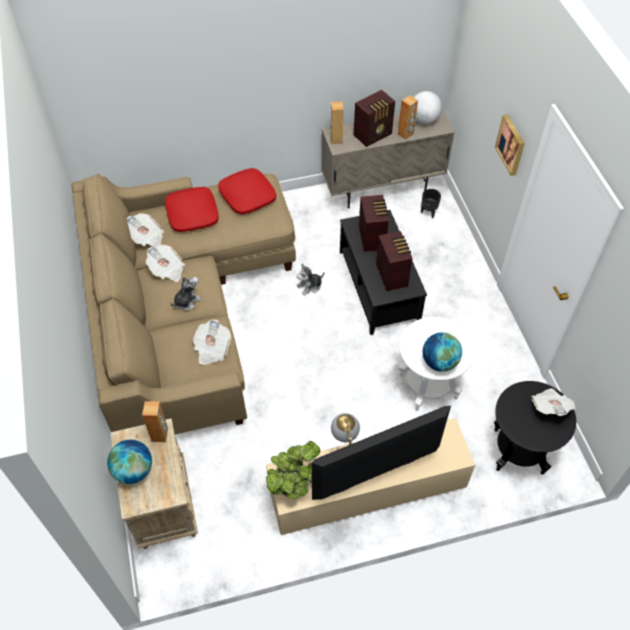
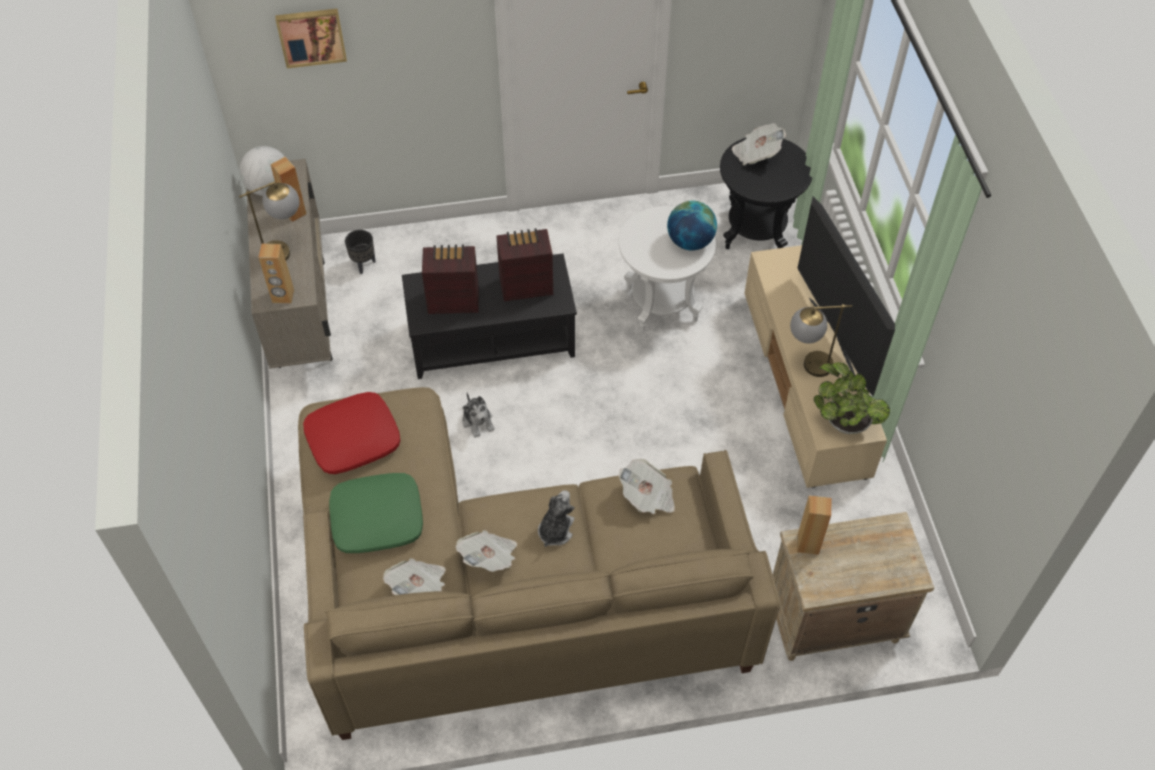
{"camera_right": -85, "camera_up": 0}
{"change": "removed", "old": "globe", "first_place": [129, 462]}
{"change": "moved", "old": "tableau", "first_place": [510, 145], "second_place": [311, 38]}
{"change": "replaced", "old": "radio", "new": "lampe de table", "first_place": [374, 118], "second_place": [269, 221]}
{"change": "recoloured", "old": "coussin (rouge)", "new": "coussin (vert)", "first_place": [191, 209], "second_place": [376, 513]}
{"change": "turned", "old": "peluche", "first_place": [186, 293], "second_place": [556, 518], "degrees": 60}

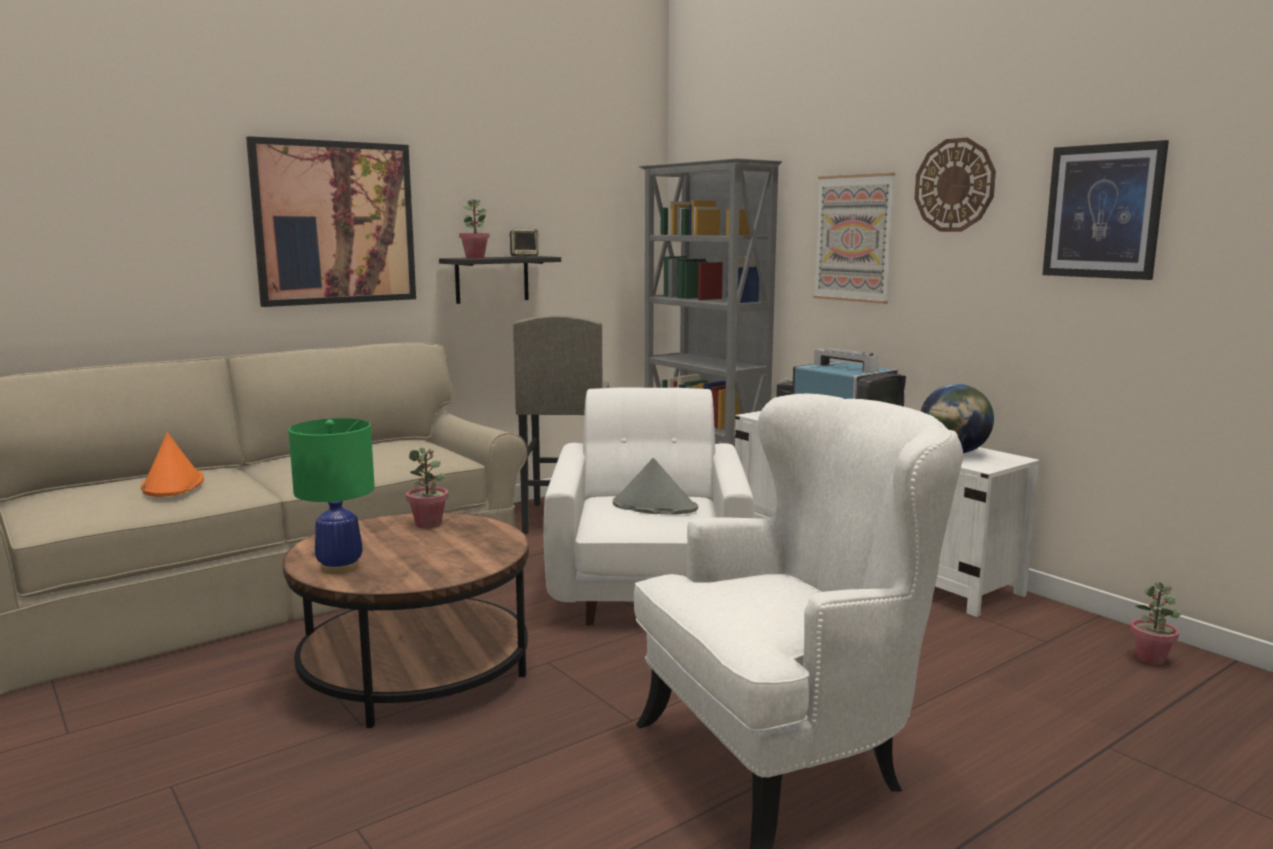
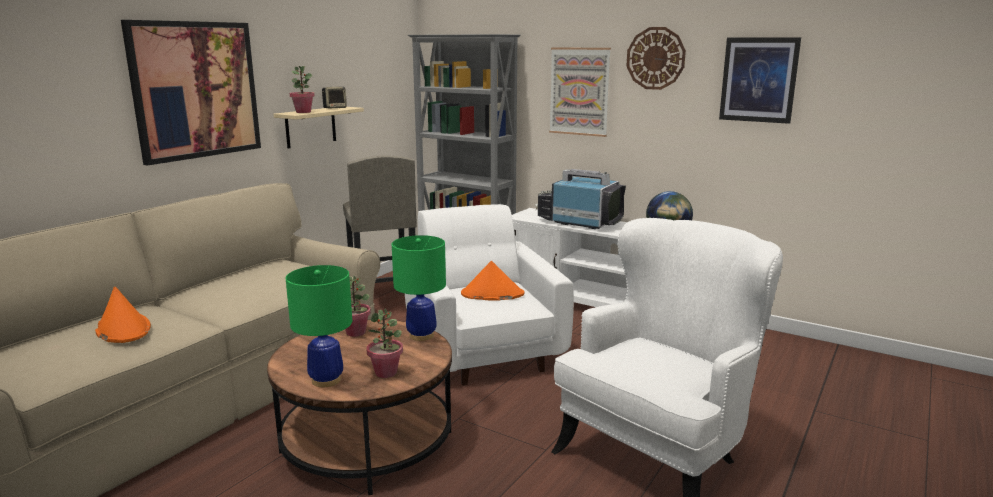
{"camera_right": -20, "camera_up": 5}
{"change": "added", "new": "lampe de table (vert)", "second_place": [419, 288]}
{"change": "moved", "old": "plante en pot", "first_place": [1155, 623], "second_place": [384, 343]}
{"change": "recoloured", "old": "étagère (noir)", "new": "étagère (beige)", "first_place": [500, 280], "second_place": [319, 128]}
{"change": "recoloured", "old": "chapeau (gris)", "new": "chapeau (orange)", "first_place": [655, 486], "second_place": [492, 281]}

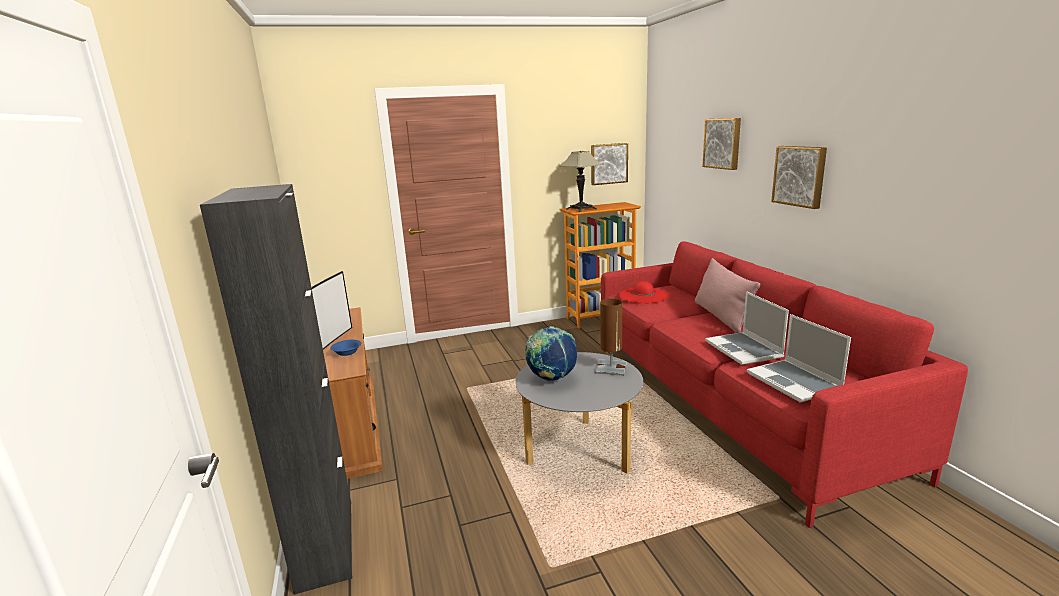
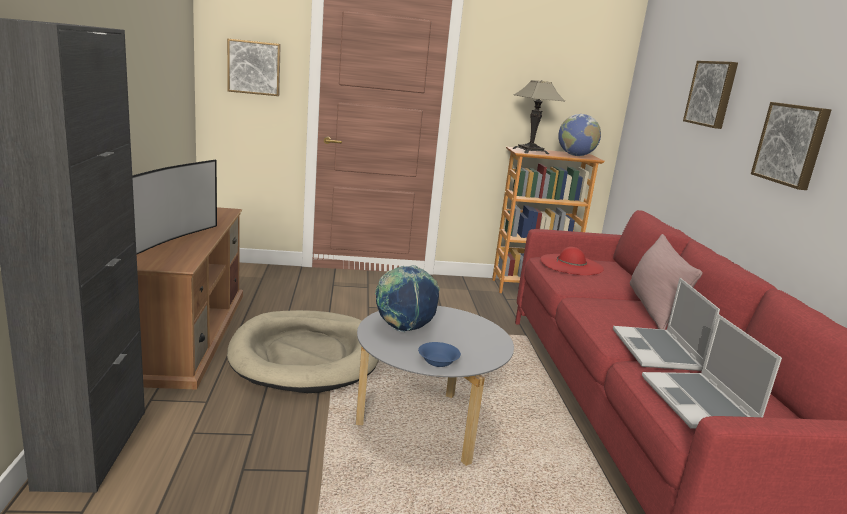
{"camera_right": 10, "camera_up": 0}
{"change": "removed", "old": "lampe de table (marron)", "first_place": [611, 337]}
{"change": "added", "new": "panier pour chien (beige)", "second_place": [303, 351]}
{"change": "added", "new": "globe", "second_place": [579, 135]}
{"change": "moved", "old": "bol (bleu)", "first_place": [346, 348], "second_place": [439, 354]}
{"change": "moved", "old": "tableau", "first_place": [609, 164], "second_place": [254, 67]}

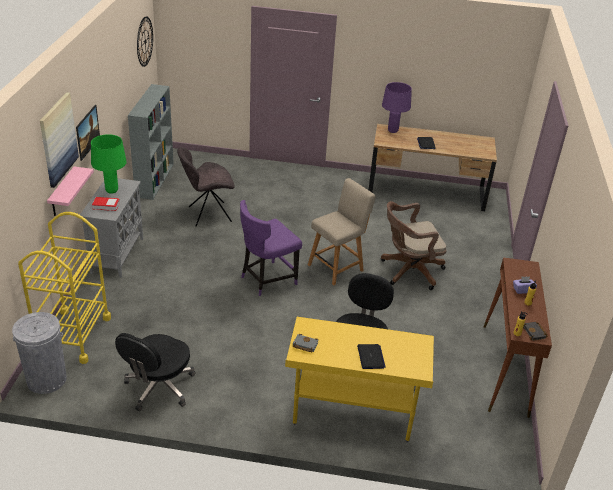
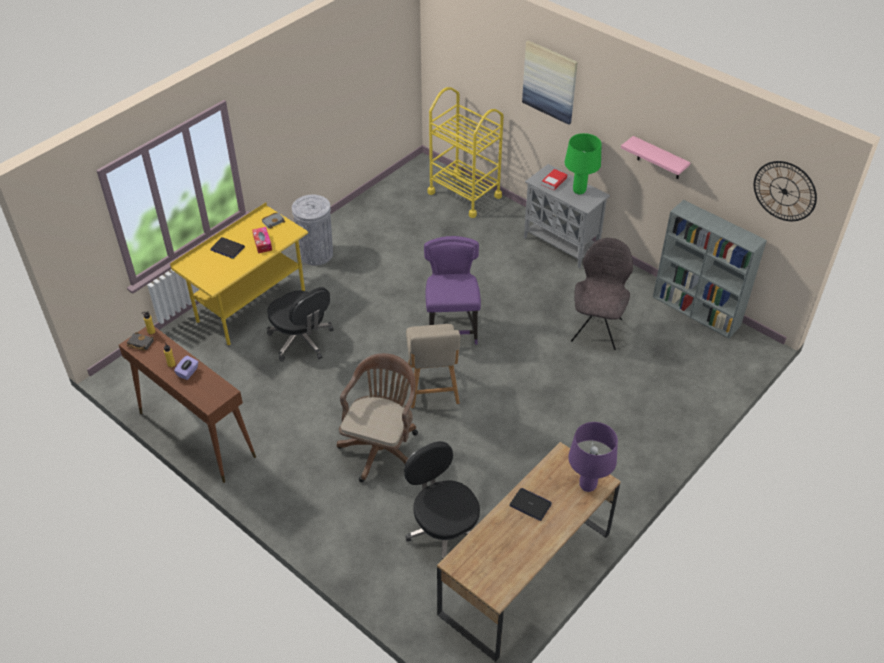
{"camera_right": 125, "camera_up": 10}
{"change": "removed", "old": "tableau", "first_place": [88, 133]}
{"change": "added", "new": "boîte à mouchoirs", "second_place": [262, 240]}
{"change": "moved", "old": "poubelle (gris)", "first_place": [39, 353], "second_place": [312, 230]}
{"change": "moved", "old": "étagère (rose)", "first_place": [70, 191], "second_place": [656, 157]}
{"change": "moved", "old": "chaise de bureau (noir)", "first_place": [155, 372], "second_place": [442, 500]}

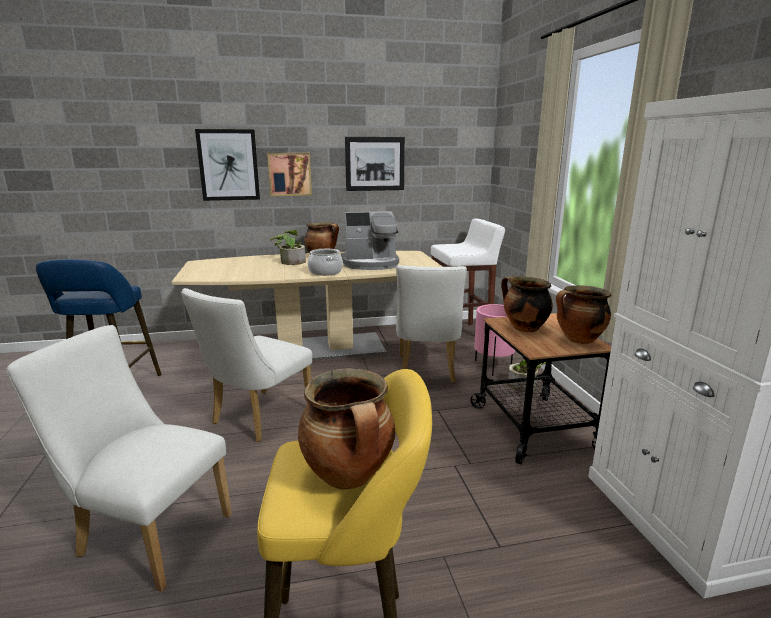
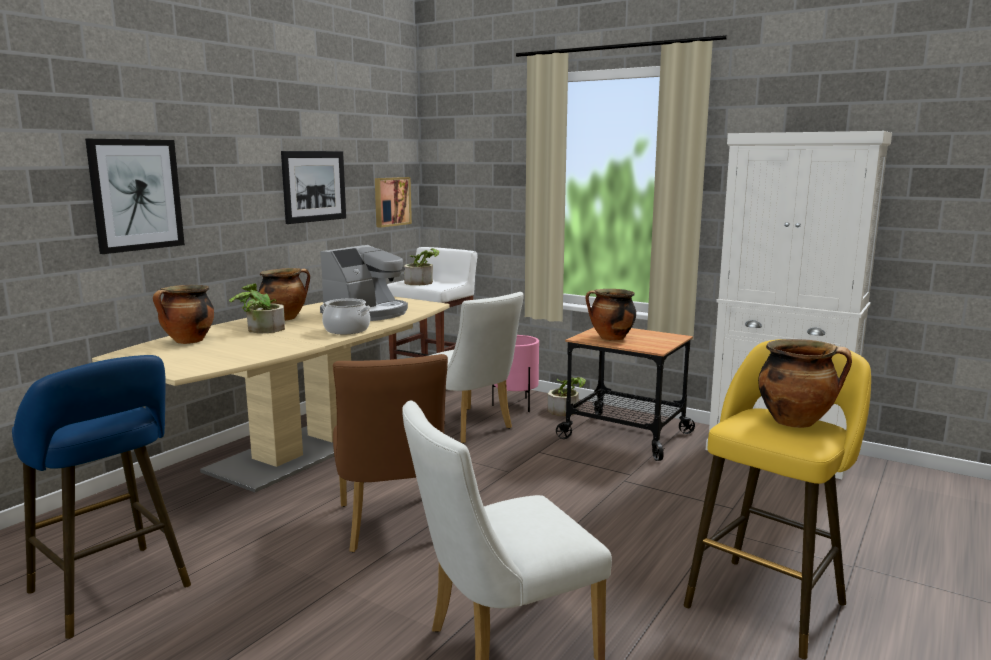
{"camera_right": -45, "camera_up": -5}
{"change": "added", "new": "plante en pot", "second_place": [421, 266]}
{"change": "moved", "old": "tableau", "first_place": [289, 174], "second_place": [393, 202]}
{"change": "moved", "old": "marmite", "first_place": [583, 314], "second_place": [183, 314]}
{"change": "recoloured", "old": "chaise (blanc)", "new": "chaise (marron)", "first_place": [246, 365], "second_place": [390, 453]}

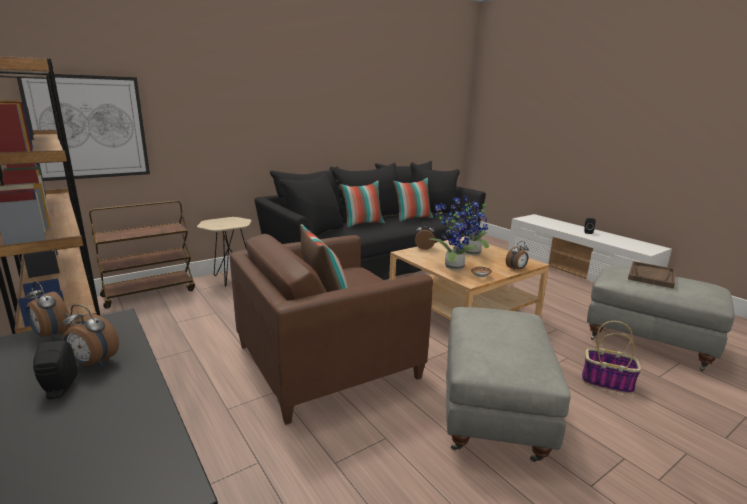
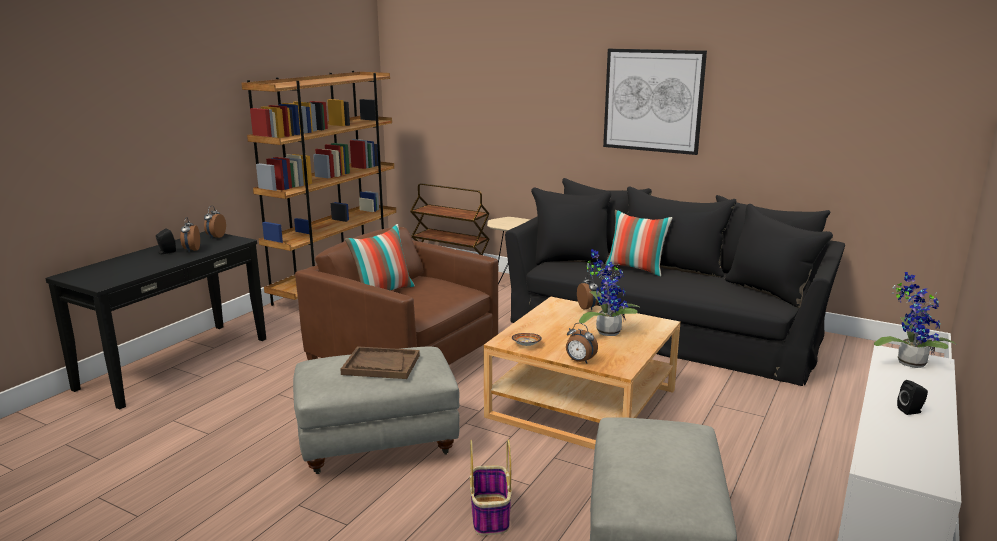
{"camera_right": 65, "camera_up": 0}
{"change": "removed", "old": "coussin", "first_place": [413, 200]}
{"change": "moved", "old": "tableau", "first_place": [83, 127], "second_place": [655, 102]}
{"change": "moved", "old": "plante en pot", "first_place": [453, 236], "second_place": [915, 320]}
{"change": "moved", "old": "plateau (marron)", "first_place": [651, 275], "second_place": [380, 362]}

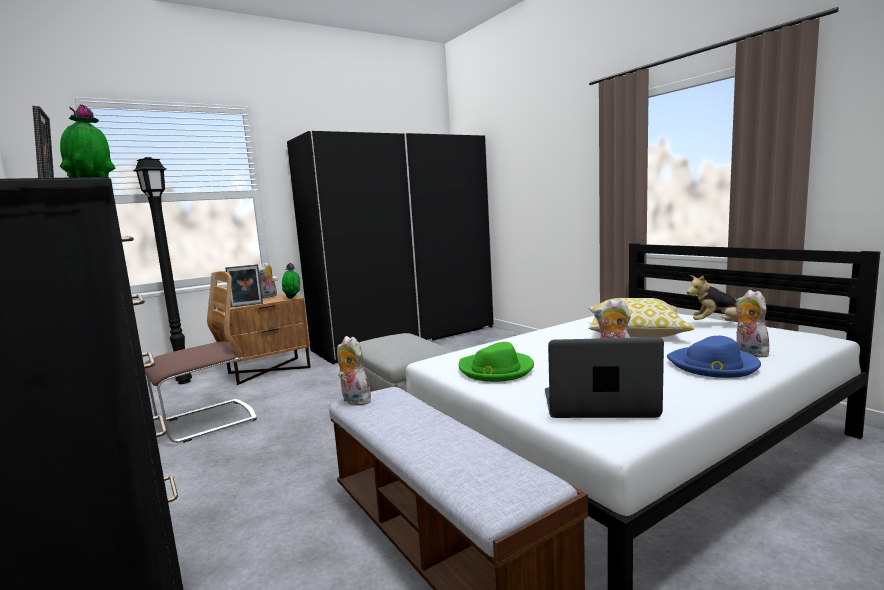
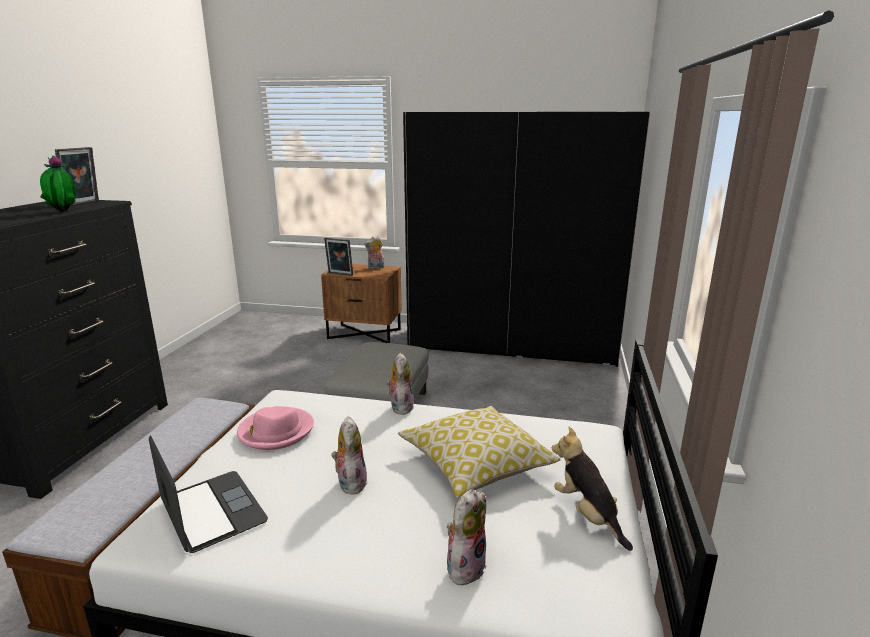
{"camera_right": 45, "camera_up": 10}
{"change": "removed", "old": "lampadaire (noir)", "first_place": [162, 270]}
{"change": "removed", "old": "chaise", "first_place": [200, 357]}
{"change": "removed", "old": "plante en pot", "first_place": [290, 281]}
{"change": "removed", "old": "chapeau (bleu)", "first_place": [714, 357]}
{"change": "moved", "old": "peluche", "first_place": [354, 371], "second_place": [400, 383]}
{"change": "recoloured", "old": "chapeau (vert)", "new": "chapeau (rose)", "first_place": [496, 362], "second_place": [275, 428]}

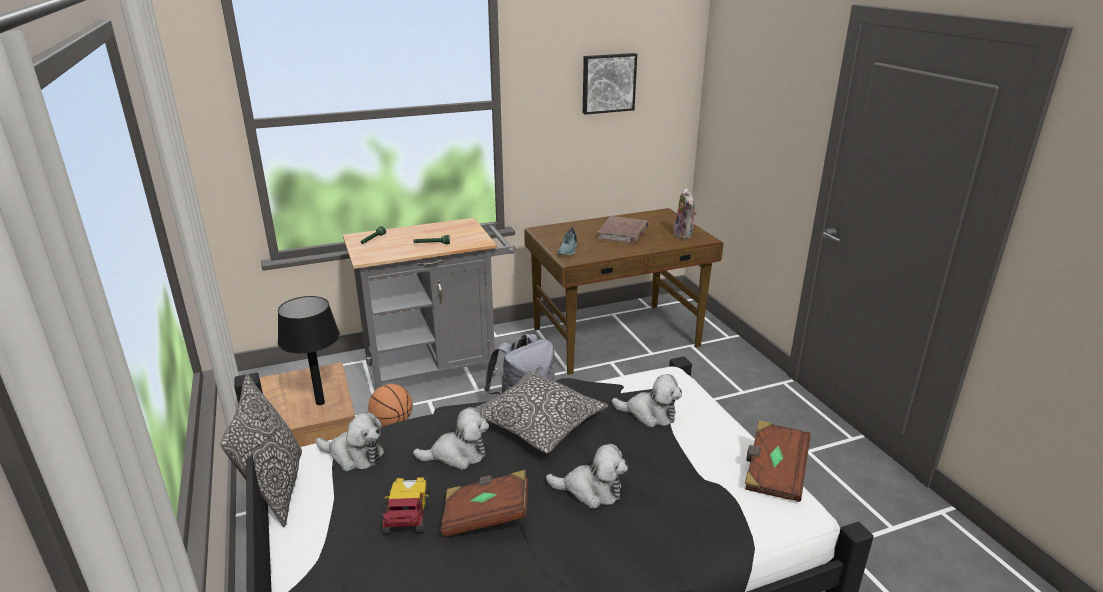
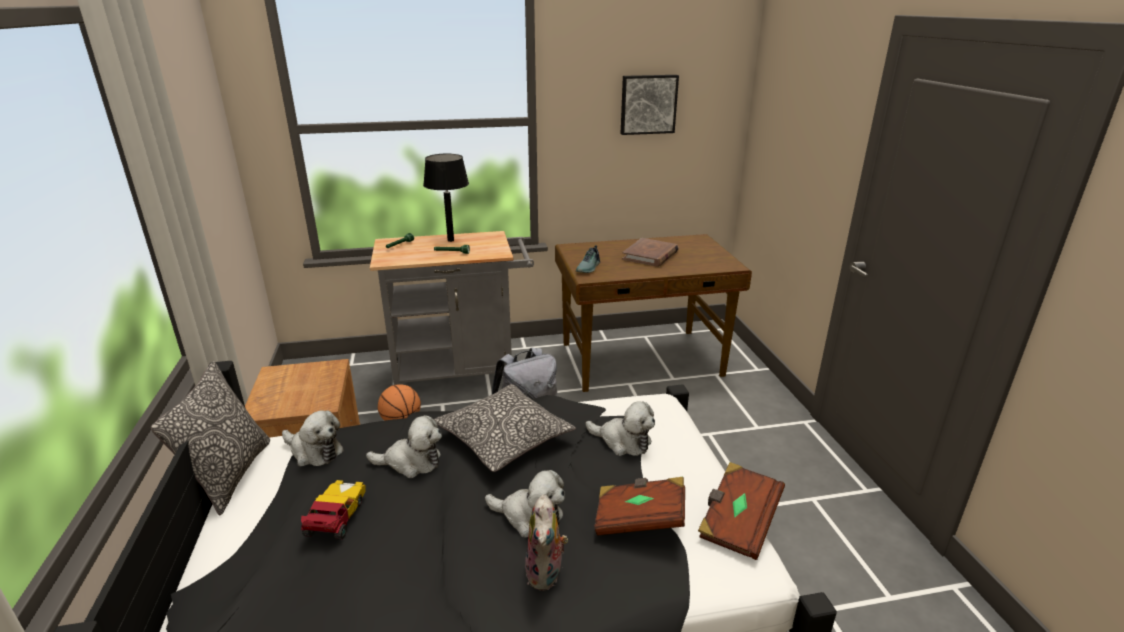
{"camera_right": 10, "camera_up": 0}
{"change": "moved", "old": "lampe de table (noir)", "first_place": [309, 350], "second_place": [446, 198]}
{"change": "moved", "old": "livre (marron)", "first_place": [484, 503], "second_place": [639, 506]}
{"change": "moved", "old": "peluche", "first_place": [685, 213], "second_place": [546, 542]}

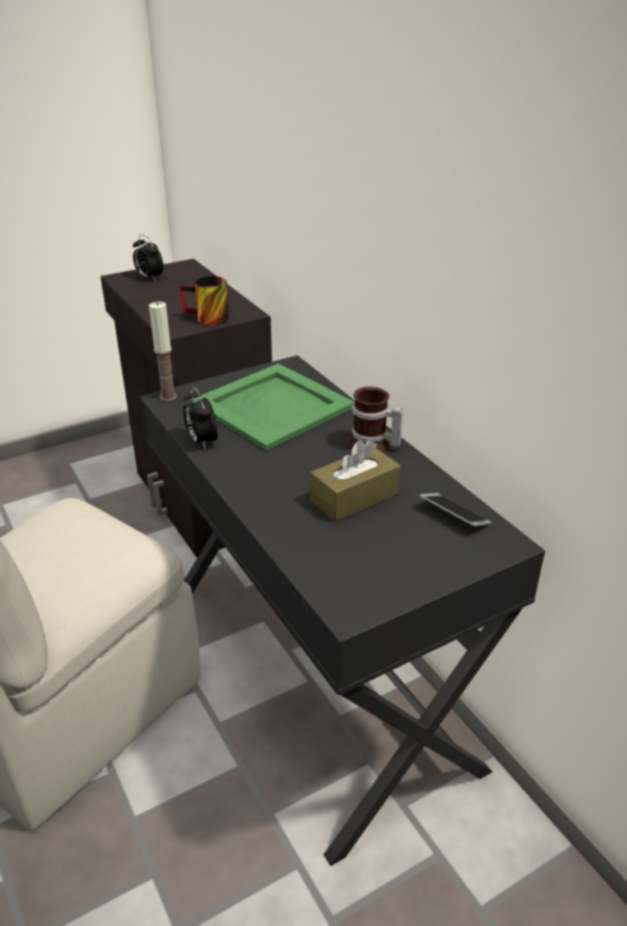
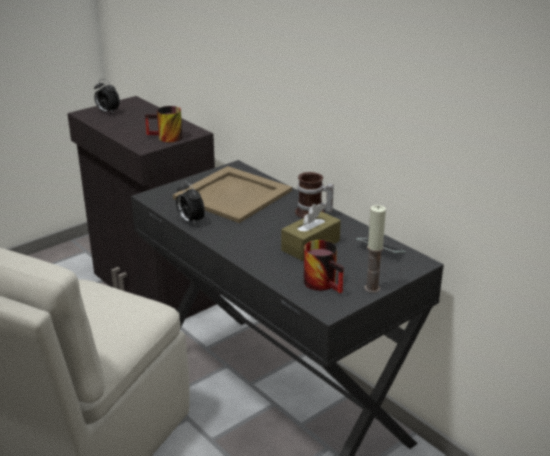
{"camera_right": -10, "camera_up": -5}
{"change": "added", "new": "mug", "second_place": [324, 266]}
{"change": "moved", "old": "bougie", "first_place": [163, 351], "second_place": [375, 249]}
{"change": "recoloured", "old": "plateau (vert)", "new": "plateau (beige)", "first_place": [272, 407], "second_place": [232, 194]}

